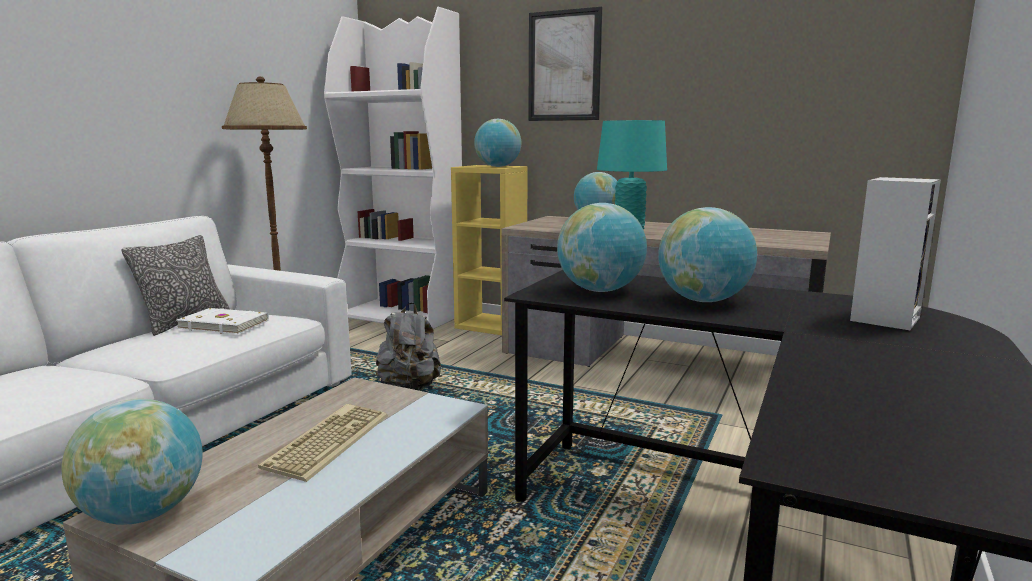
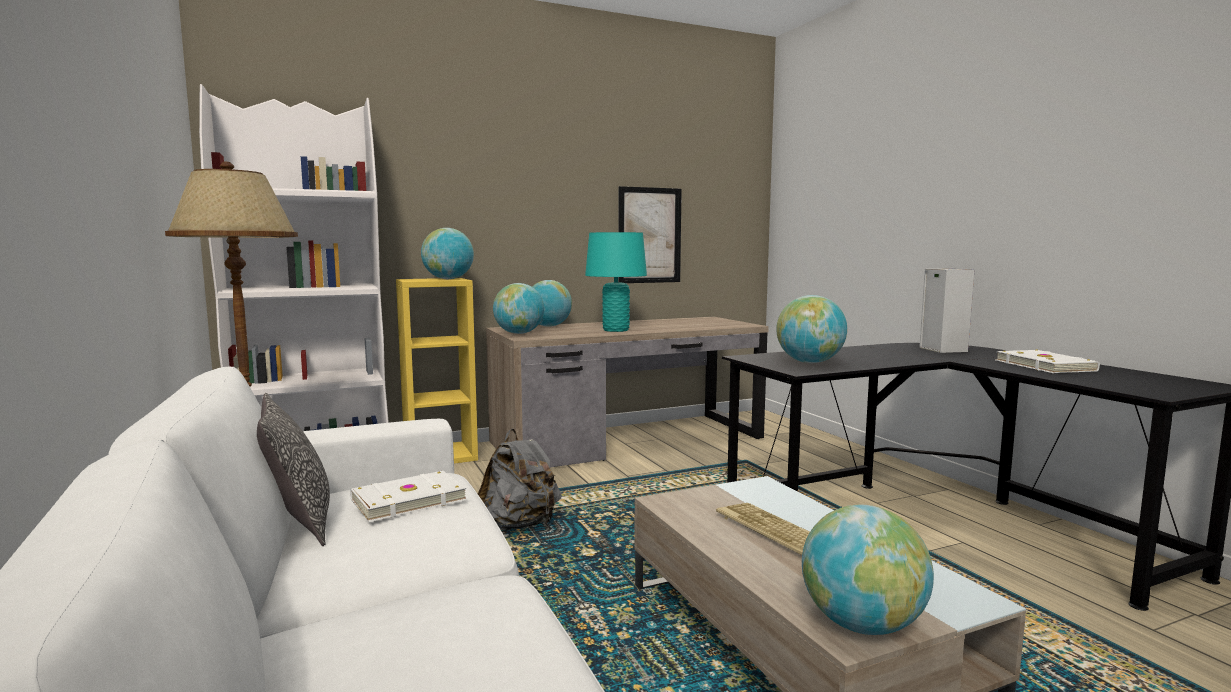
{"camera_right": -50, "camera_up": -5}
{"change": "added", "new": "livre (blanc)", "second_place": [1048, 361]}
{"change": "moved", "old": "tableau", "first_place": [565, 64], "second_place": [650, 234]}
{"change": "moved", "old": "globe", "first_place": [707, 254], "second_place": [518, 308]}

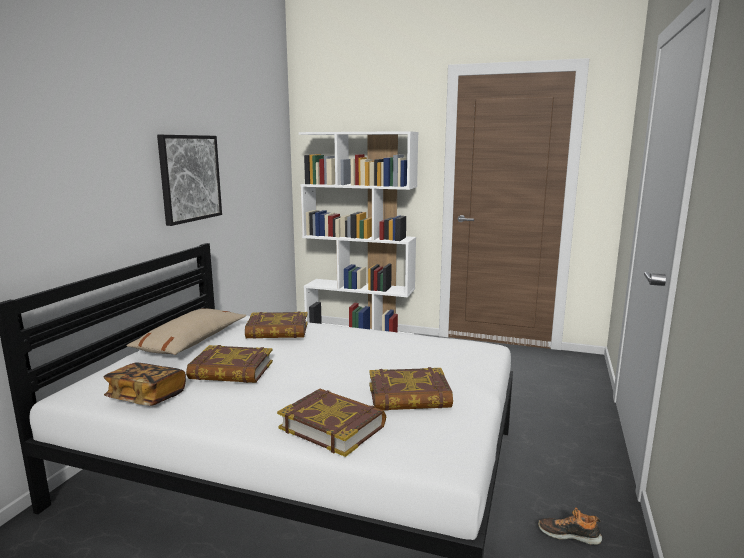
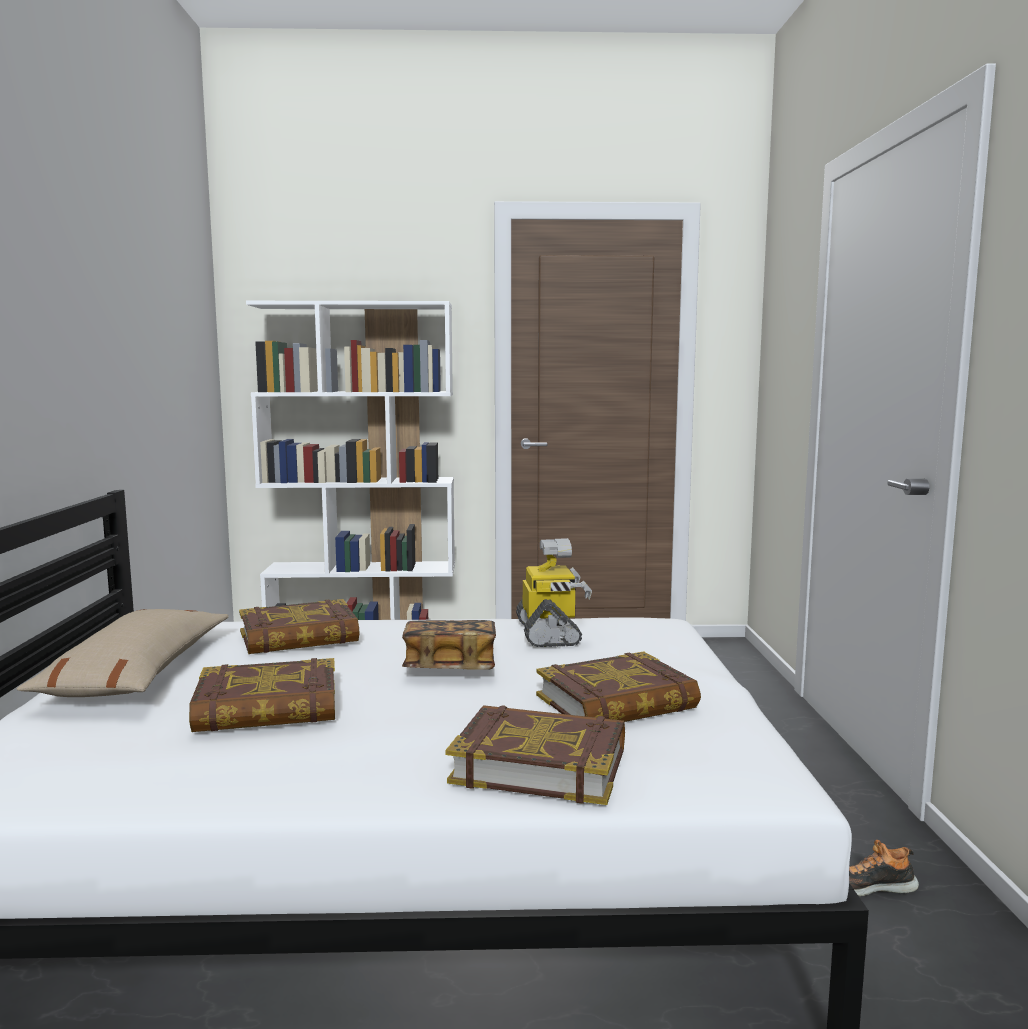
{"camera_right": -20, "camera_up": -5}
{"change": "removed", "old": "tableau", "first_place": [189, 180]}
{"change": "added", "new": "robot jouet", "second_place": [554, 592]}
{"change": "moved", "old": "livre", "first_place": [144, 384], "second_place": [449, 645]}

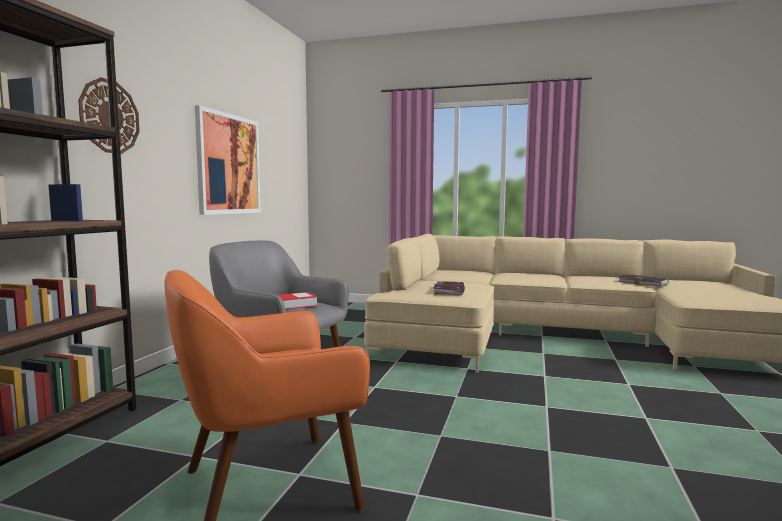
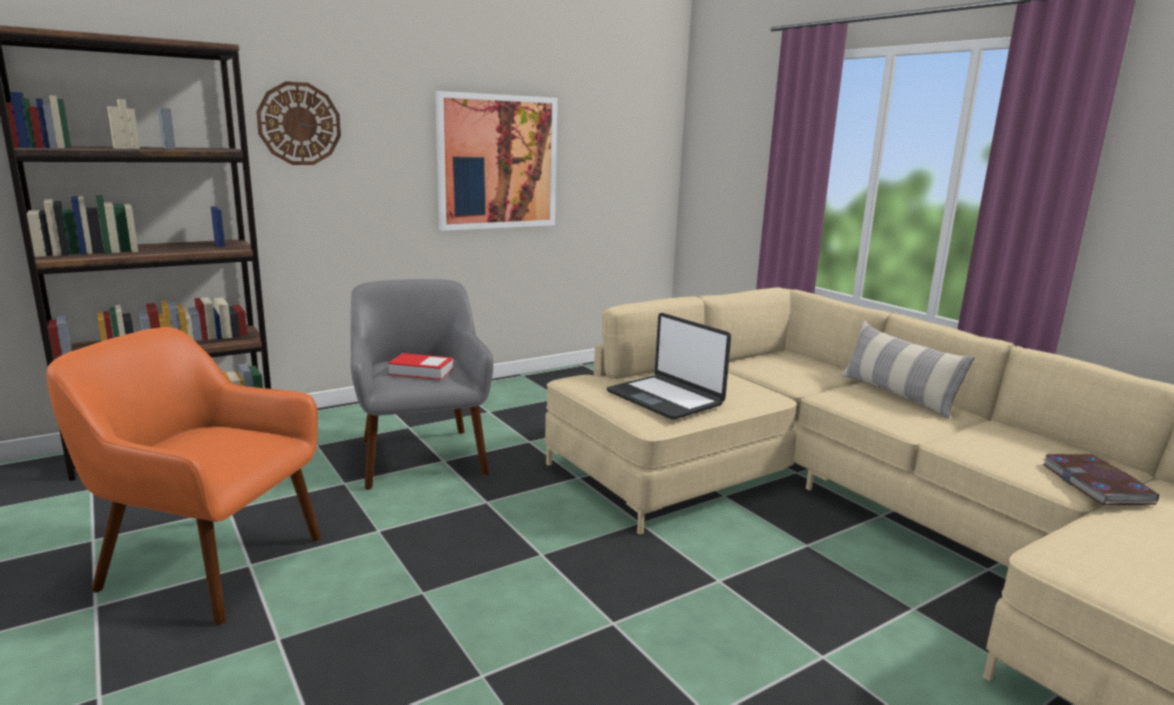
{"camera_right": 40, "camera_up": 10}
{"change": "added", "new": "coussin", "second_place": [908, 370]}
{"change": "replaced", "old": "livre", "new": "ordinateur portable", "first_place": [449, 288], "second_place": [669, 366]}

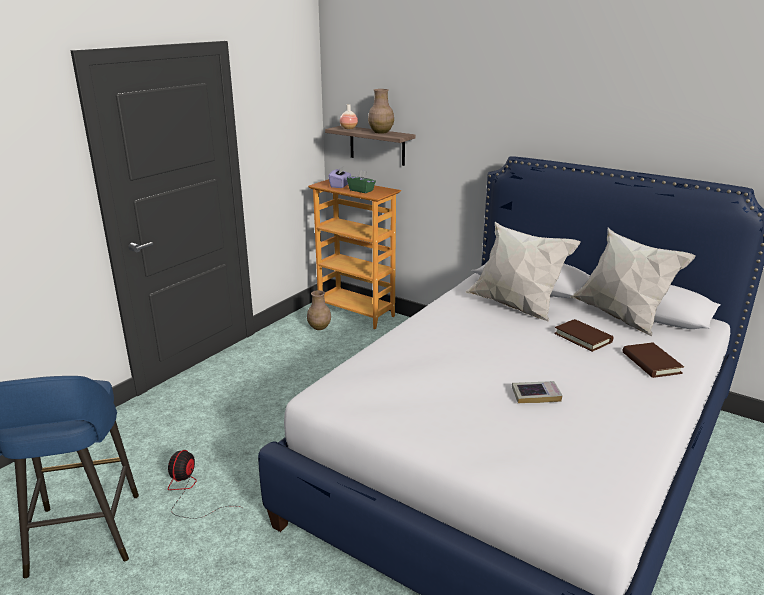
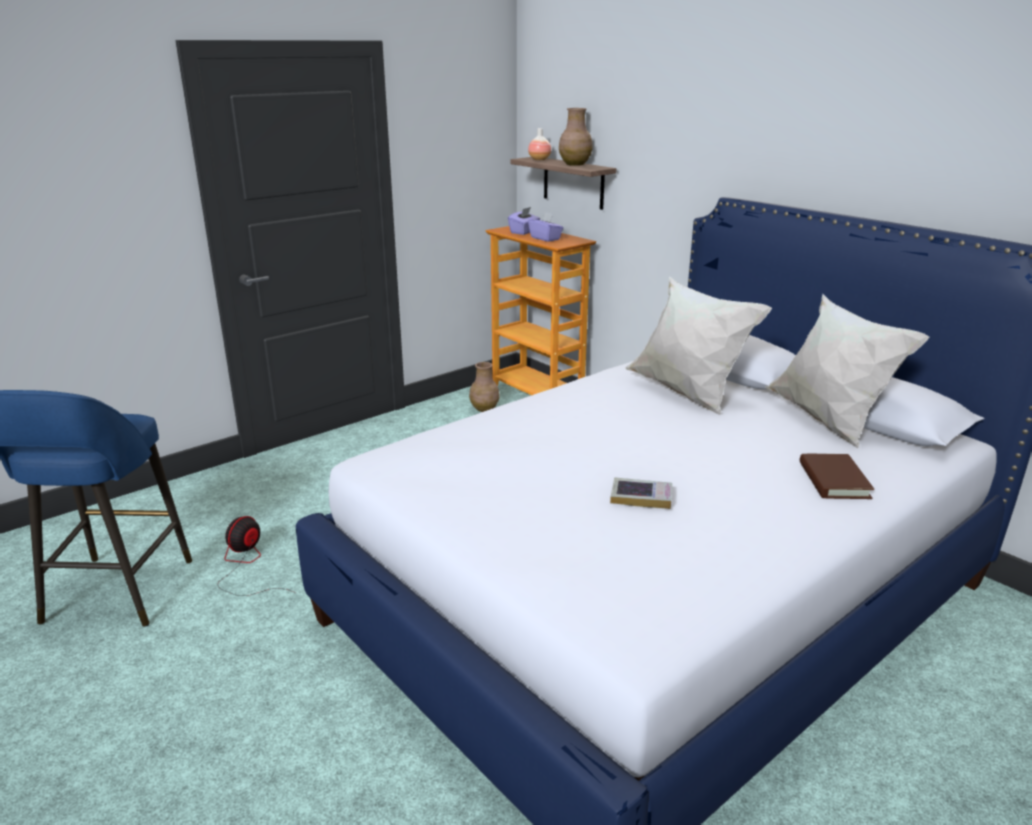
{"camera_right": 15, "camera_up": 0}
{"change": "removed", "old": "livre (marron)", "first_place": [584, 335]}
{"change": "recoloured", "old": "boîte à mouchoirs (vert)", "new": "boîte à mouchoirs (violet)", "first_place": [361, 181], "second_place": [546, 227]}

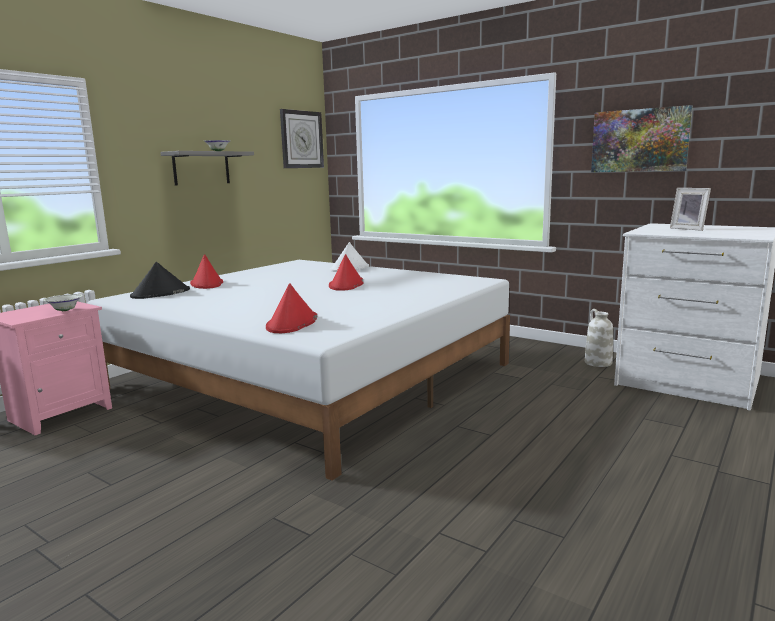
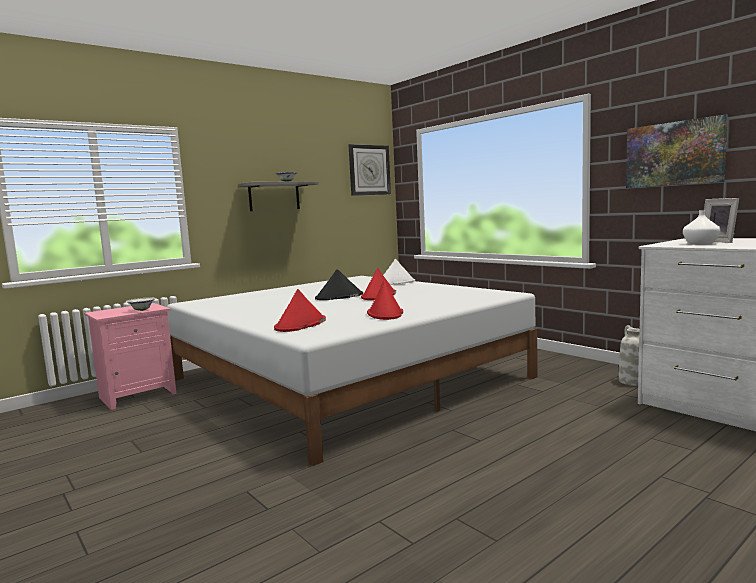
{"camera_right": 15, "camera_up": -5}
{"change": "added", "new": "vase (blanc)", "second_place": [701, 227]}
{"change": "moved", "old": "chapeau (noir)", "first_place": [160, 280], "second_place": [339, 284]}
{"change": "moved", "old": "chapeau (rouge)", "first_place": [206, 271], "second_place": [385, 300]}

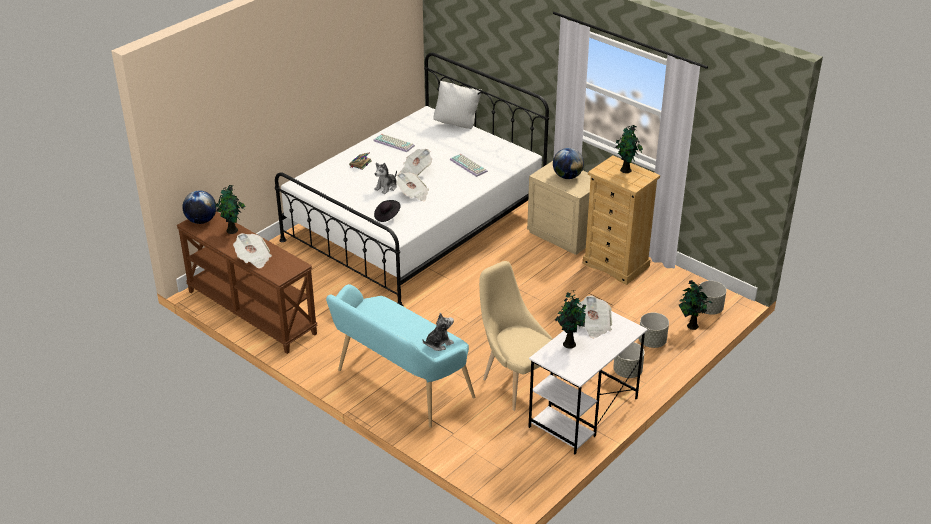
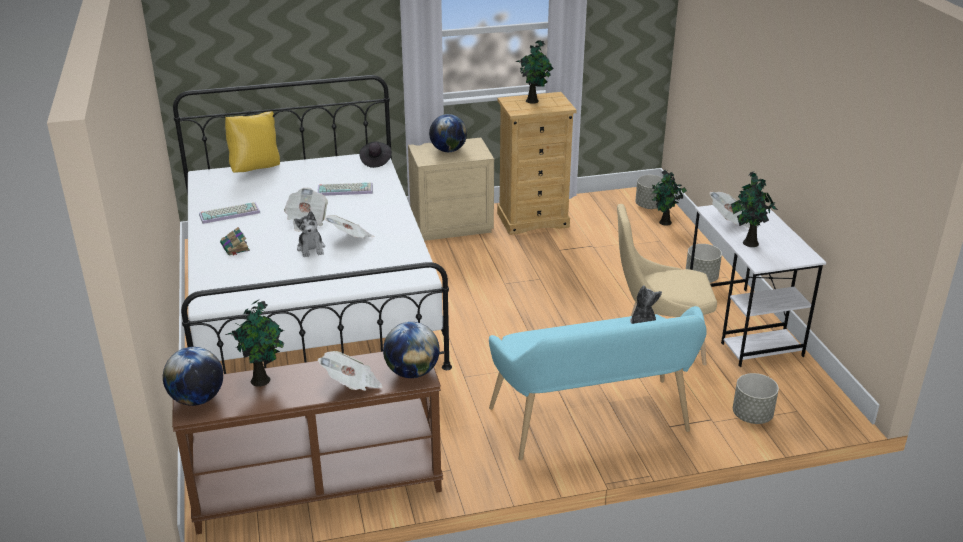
{"camera_right": -55, "camera_up": -5}
{"change": "added", "new": "globe", "second_place": [411, 350]}
{"change": "moved", "old": "chapeau (noir)", "first_place": [387, 211], "second_place": [375, 154]}
{"change": "moved", "old": "cache-pot (gris)", "first_place": [654, 330], "second_place": [756, 398]}
{"change": "recoloured", "old": "coussin (blanc)", "new": "coussin (jaune)", "first_place": [457, 104], "second_place": [252, 142]}

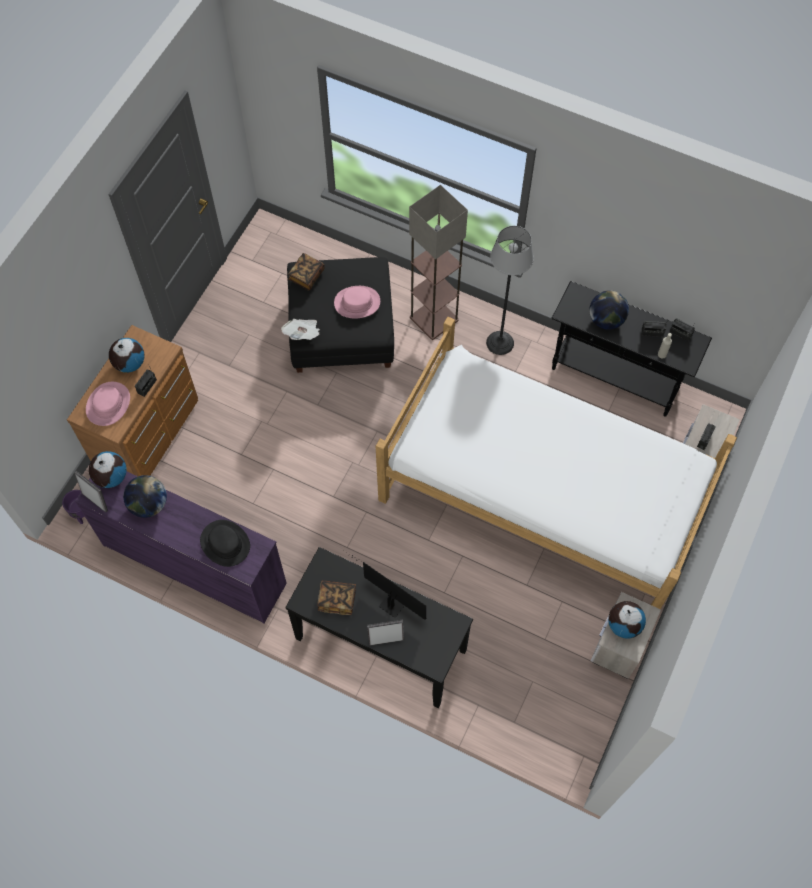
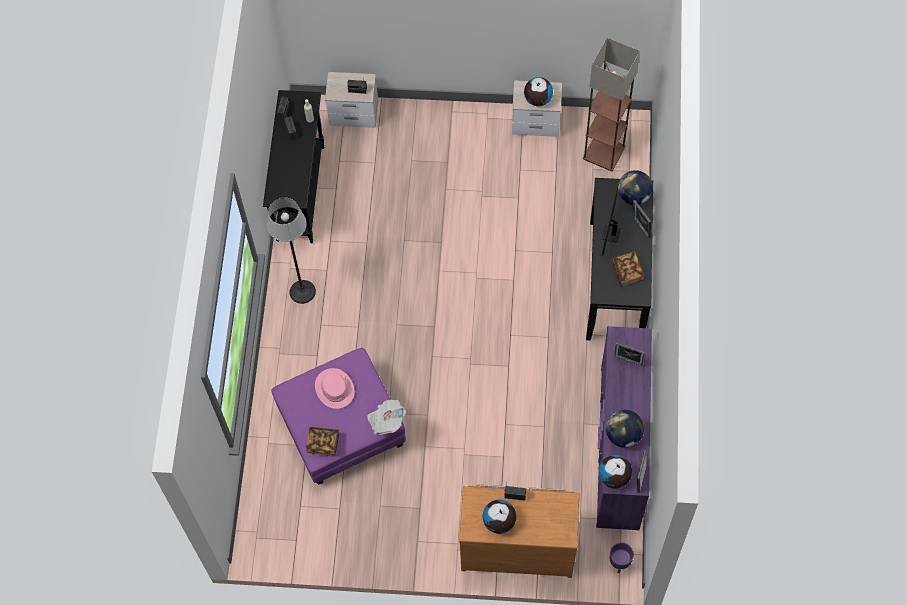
{"camera_right": -110, "camera_up": 0}
{"change": "removed", "old": "chapeau (rose)", "first_place": [108, 404]}
{"change": "removed", "old": "lit", "first_place": [556, 463]}
{"change": "moved", "old": "lampadaire", "first_place": [438, 262], "second_place": [611, 104]}
{"change": "moved", "old": "globe", "first_place": [609, 310], "second_place": [635, 187]}
{"change": "replaced", "old": "chapeau (noir)", "new": "cadre photo", "first_place": [225, 543], "second_place": [629, 354]}
{"change": "recoloured", "old": "pouf (noir)", "new": "pouf (violet)", "first_place": [340, 315], "second_place": [338, 416]}

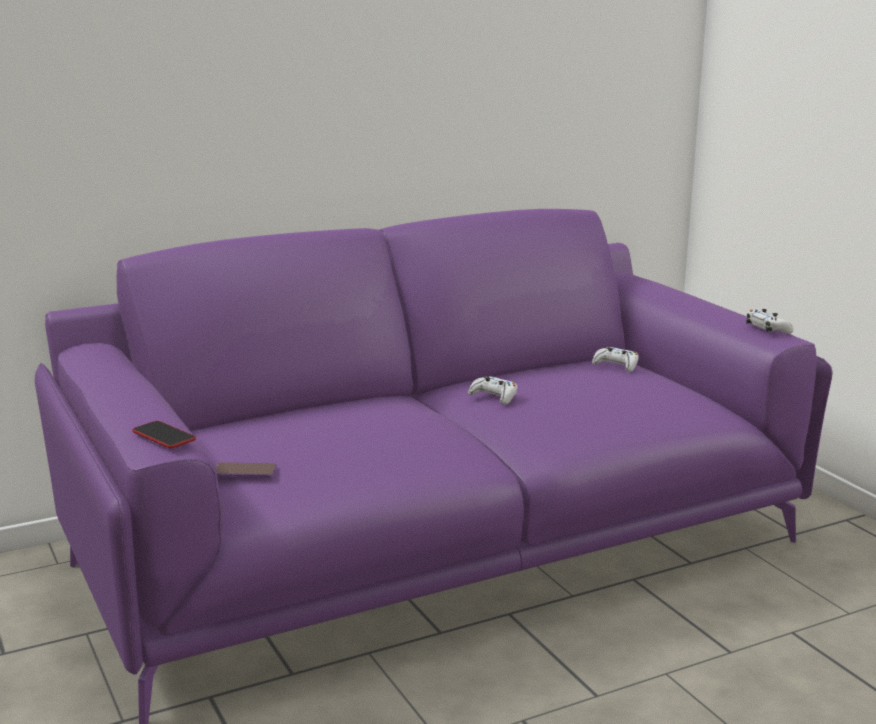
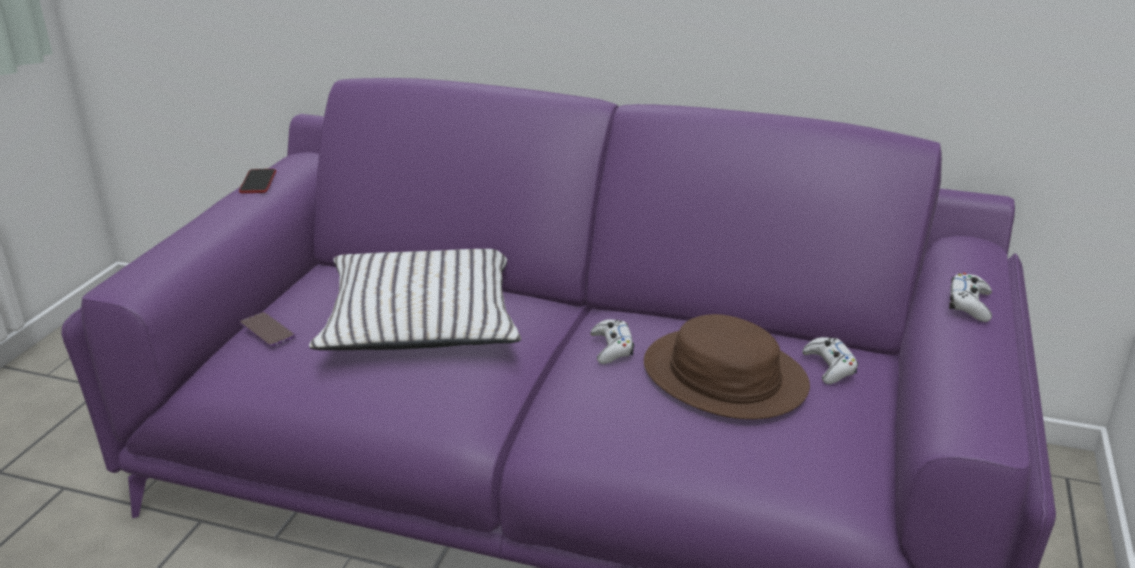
{"camera_right": 45, "camera_up": 10}
{"change": "added", "new": "coussin (blanc)", "second_place": [415, 299]}
{"change": "added", "new": "chapeau (marron)", "second_place": [727, 366]}
{"change": "moved", "old": "téléphone", "first_place": [164, 434], "second_place": [257, 181]}
{"change": "moved", "old": "manette (blanc)", "first_place": [770, 321], "second_place": [970, 297]}

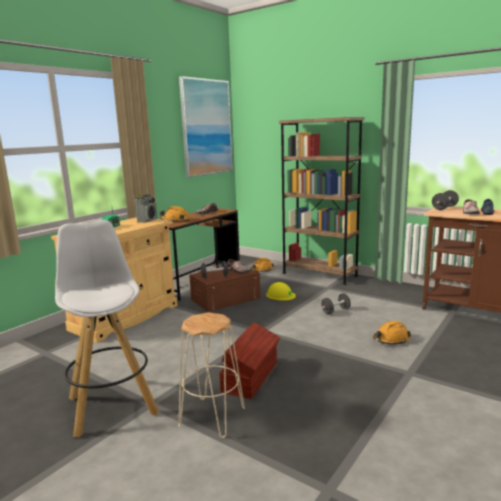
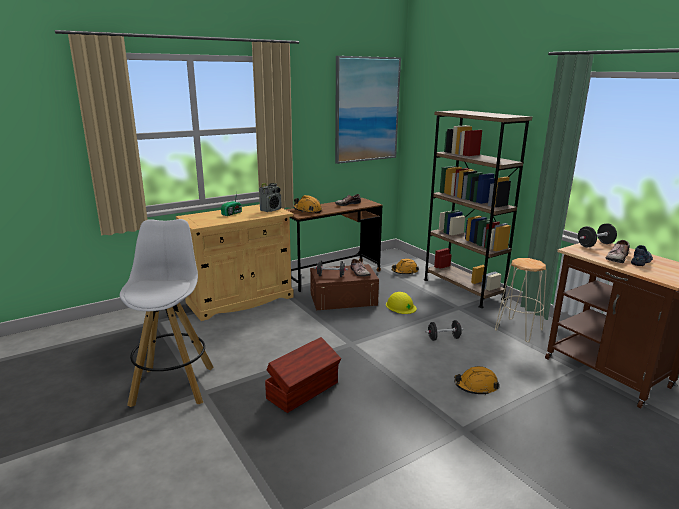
{"camera_right": 20, "camera_up": 5}
{"change": "moved", "old": "tabouret (beige)", "first_place": [211, 375], "second_place": [521, 300]}

